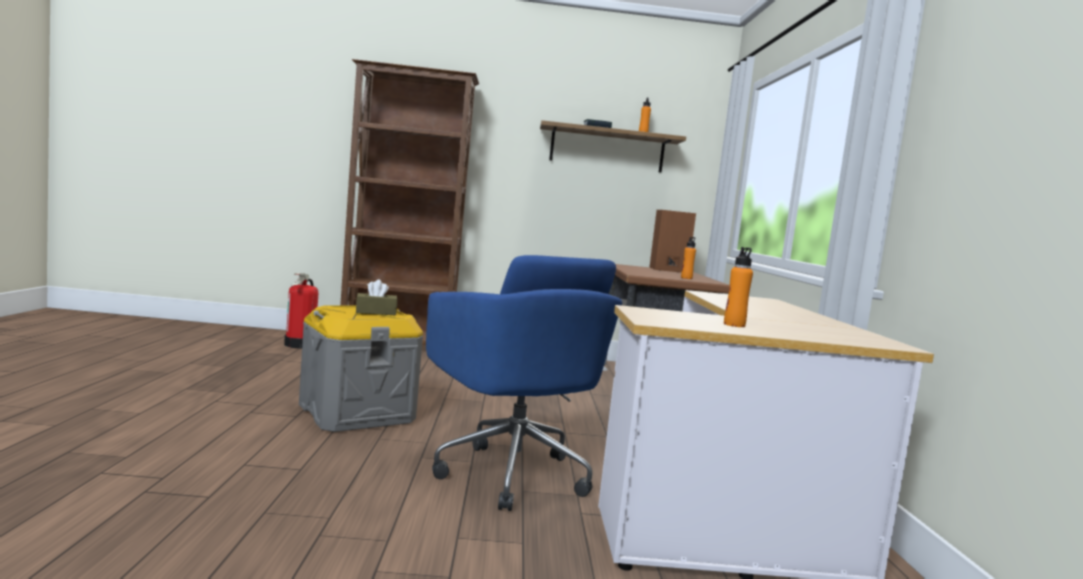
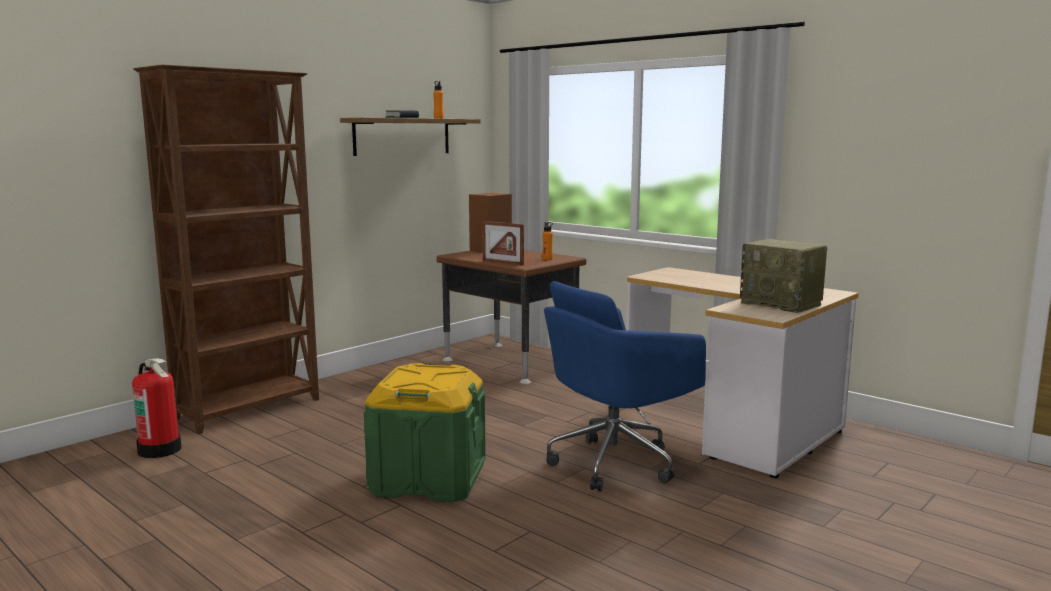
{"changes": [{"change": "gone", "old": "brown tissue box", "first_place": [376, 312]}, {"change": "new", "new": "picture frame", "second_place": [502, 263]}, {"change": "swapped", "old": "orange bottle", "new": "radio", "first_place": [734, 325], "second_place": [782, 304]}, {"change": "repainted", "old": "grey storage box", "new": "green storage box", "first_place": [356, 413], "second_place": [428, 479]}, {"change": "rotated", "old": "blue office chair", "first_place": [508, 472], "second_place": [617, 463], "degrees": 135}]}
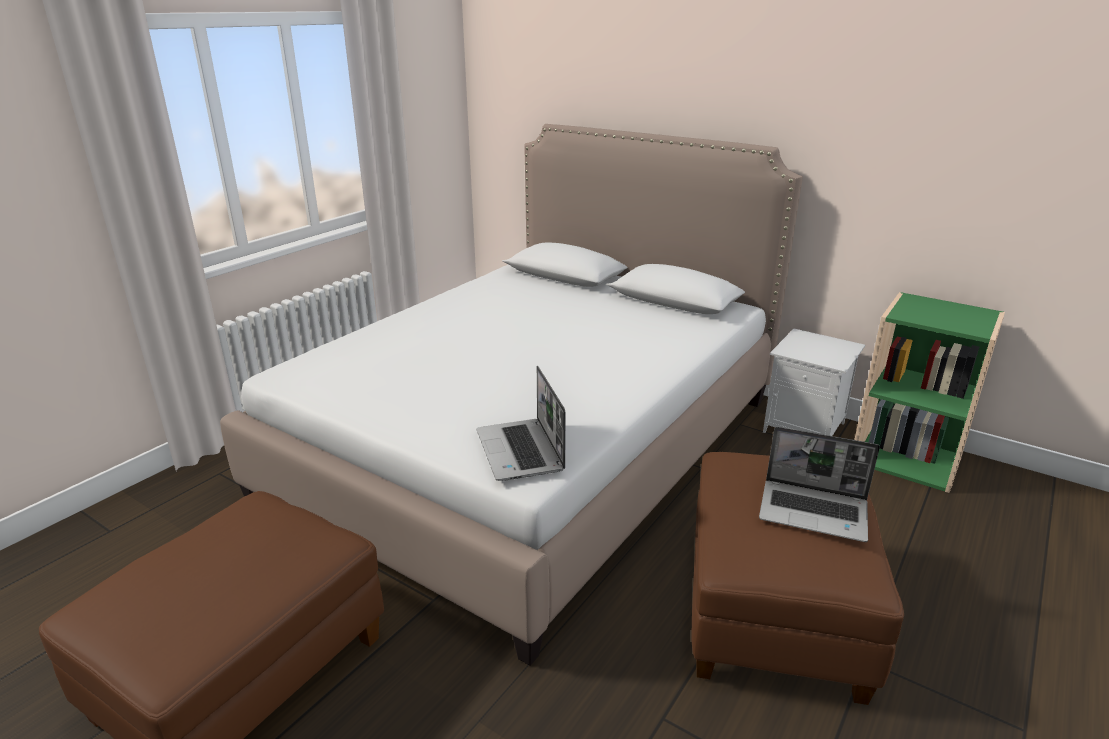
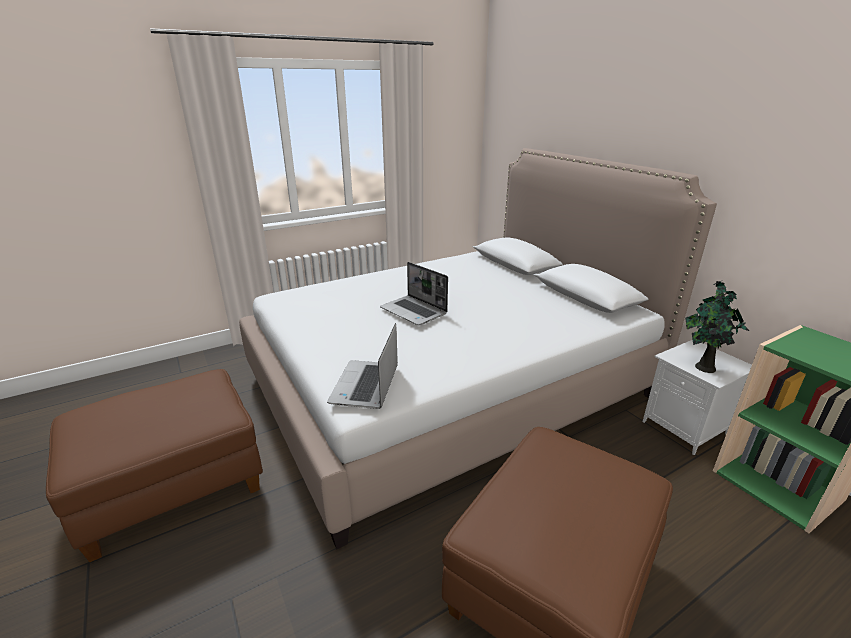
{"changes": [{"change": "new", "new": "potted plant", "second_place": [703, 367]}, {"change": "shifted", "old": "laptop", "first_place": [814, 512], "second_place": [414, 311]}]}
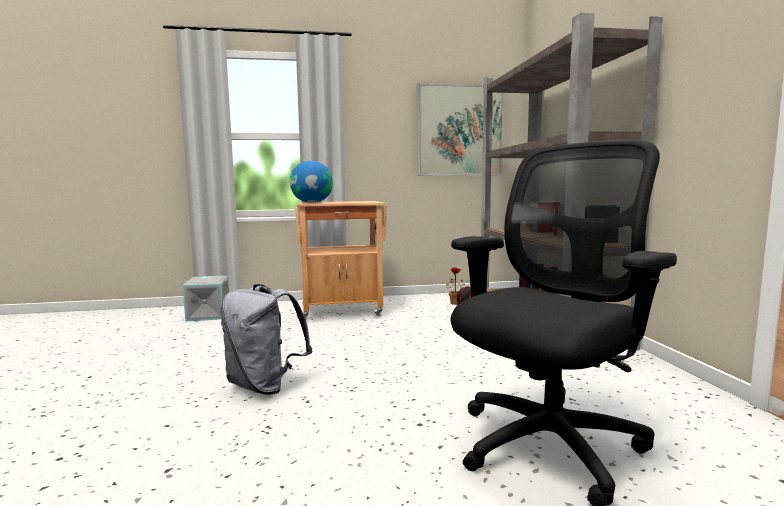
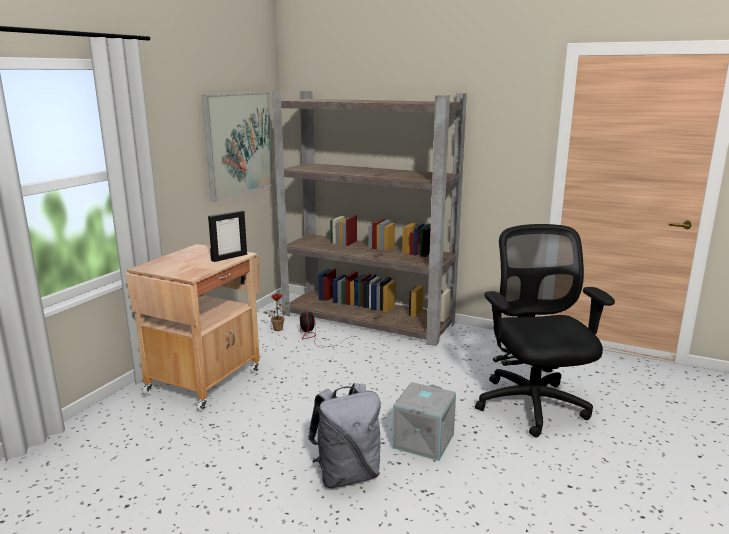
{"changes": [{"change": "gone", "old": "globe", "first_place": [312, 202]}, {"change": "new", "new": "picture frame", "second_place": [229, 257]}, {"change": "shifted", "old": "grey storage box", "first_place": [209, 315], "second_place": [422, 440]}]}
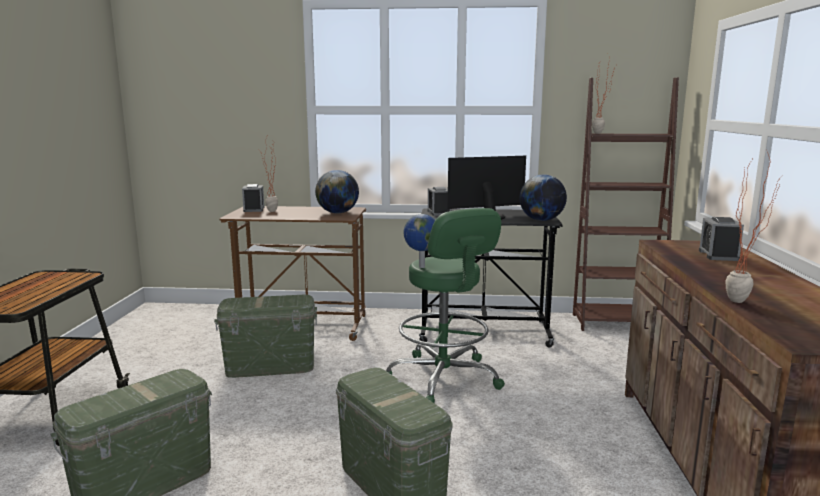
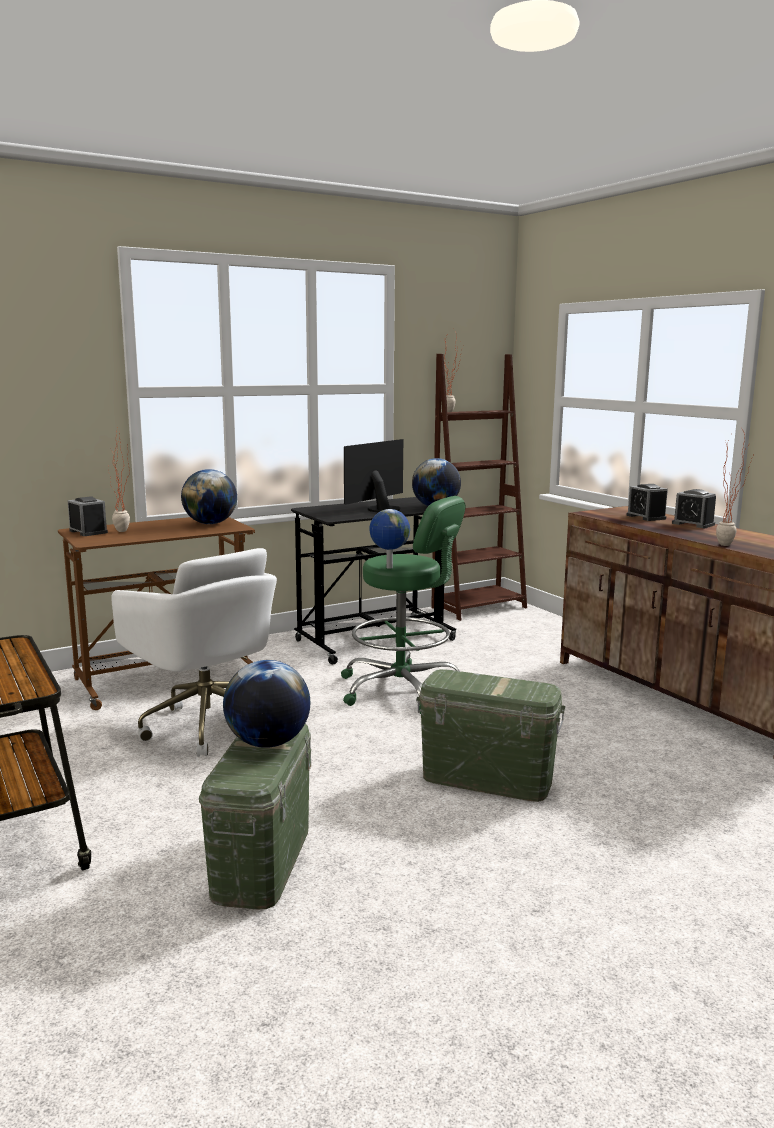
{"changes": [{"change": "new", "new": "globe", "second_place": [268, 743]}, {"change": "shifted", "old": "alarm clock", "first_place": [439, 213], "second_place": [693, 524]}, {"change": "swapped", "old": "green storage box", "new": "white office chair", "first_place": [270, 367], "second_place": [203, 726]}]}
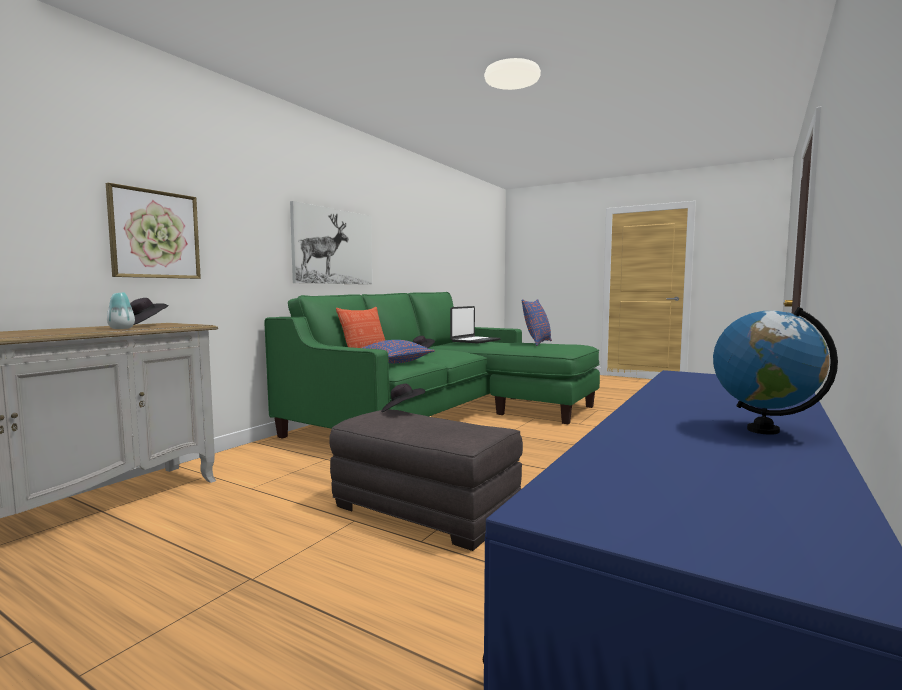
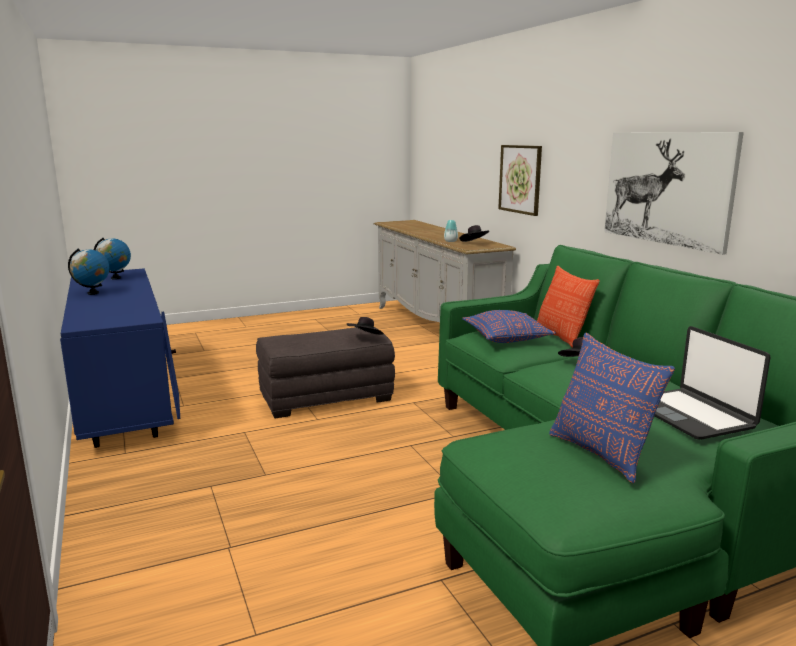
{"changes": [{"change": "new", "new": "globe", "second_place": [116, 278]}]}
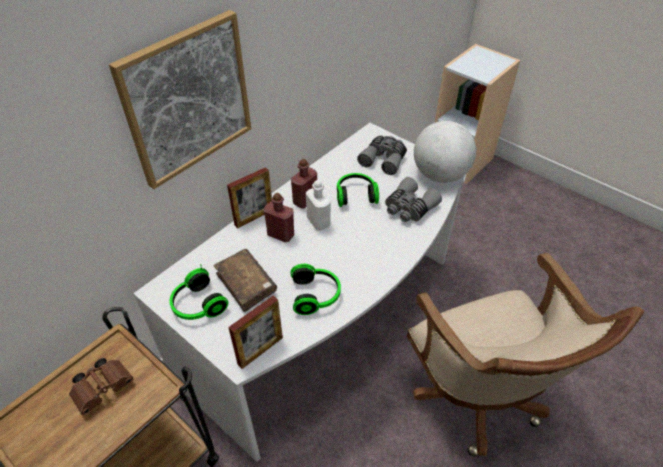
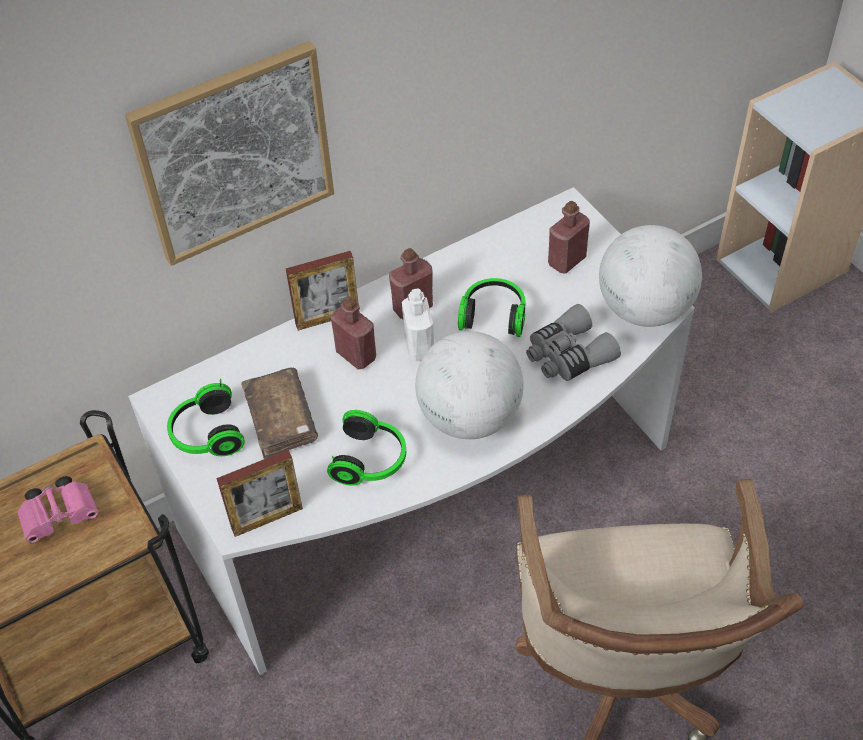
{"changes": [{"change": "new", "new": "globe", "second_place": [469, 417]}, {"change": "swapped", "old": "grey binoculars", "new": "red bottle", "first_place": [384, 159], "second_place": [567, 261]}, {"change": "repainted", "old": "brown binoculars", "new": "pink binoculars", "first_place": [104, 388], "second_place": [62, 515]}]}
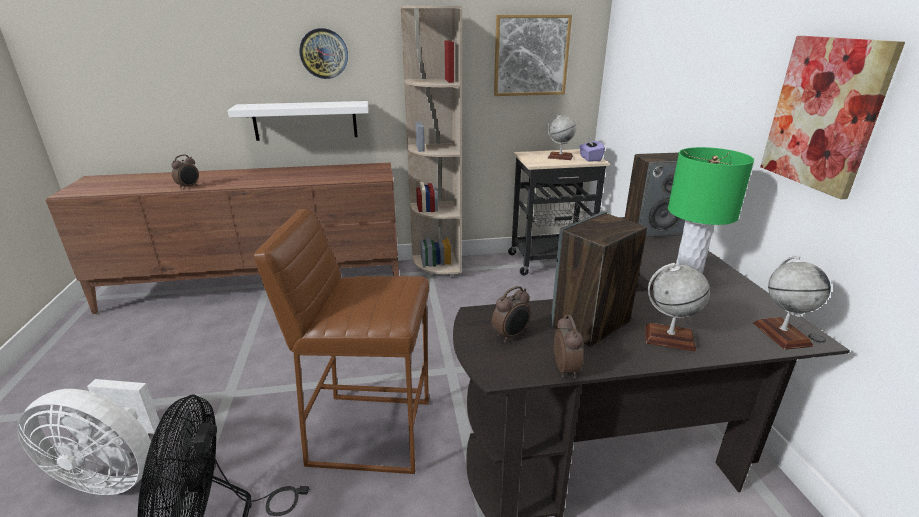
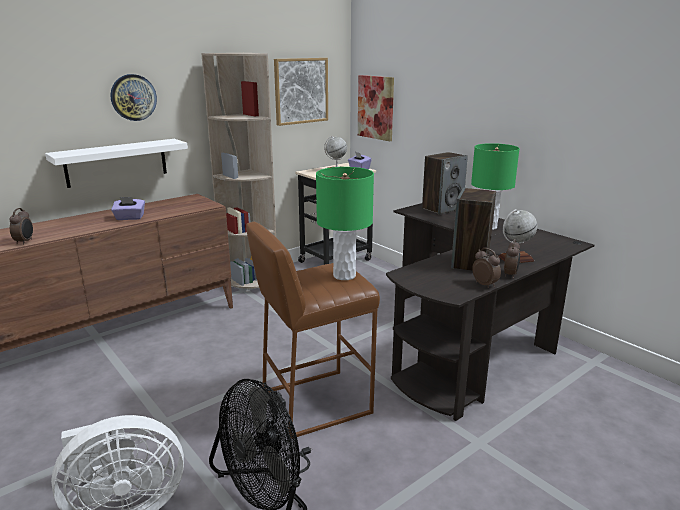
{"changes": [{"change": "gone", "old": "globe", "first_place": [781, 334]}, {"change": "new", "new": "purple tissue box", "second_place": [130, 218]}, {"change": "new", "new": "green table lamp", "second_place": [345, 276]}, {"change": "shifted", "old": "alarm clock", "first_place": [511, 335], "second_place": [510, 275]}, {"change": "shifted", "old": "picture", "first_place": [824, 114], "second_place": [376, 107]}]}
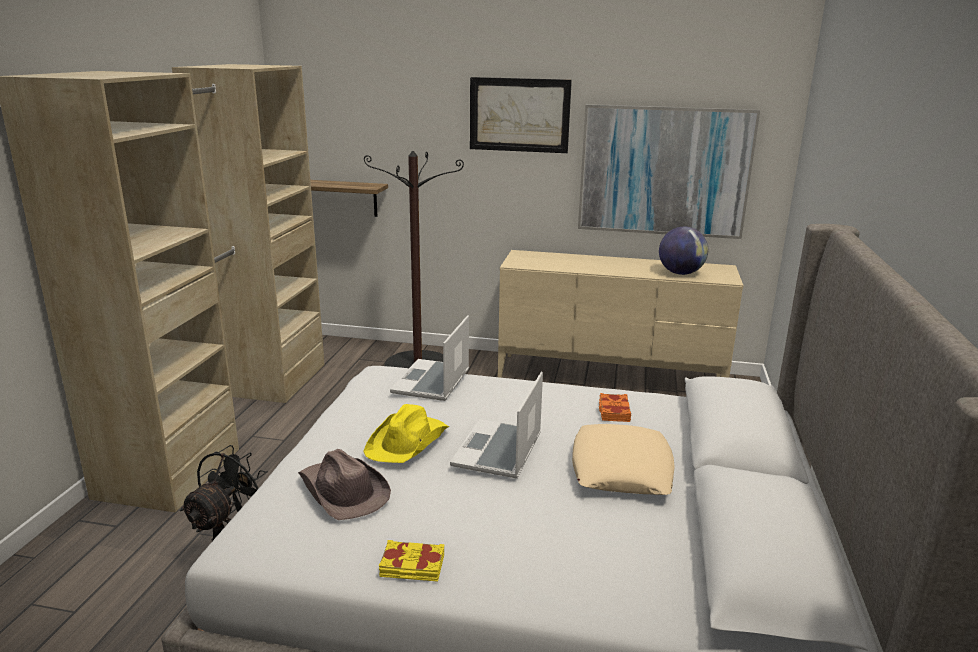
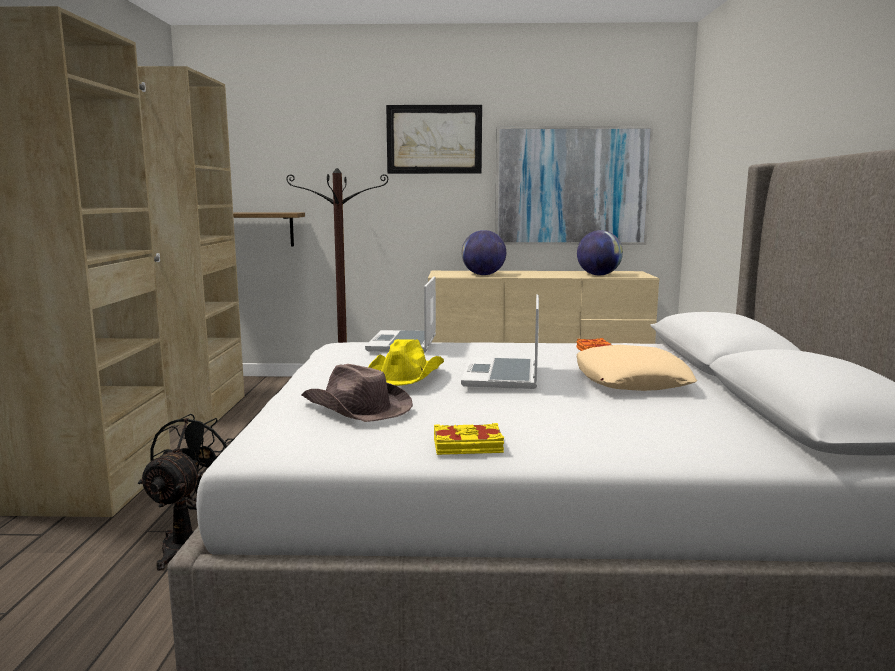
{"changes": [{"change": "new", "new": "globe", "second_place": [483, 275]}]}
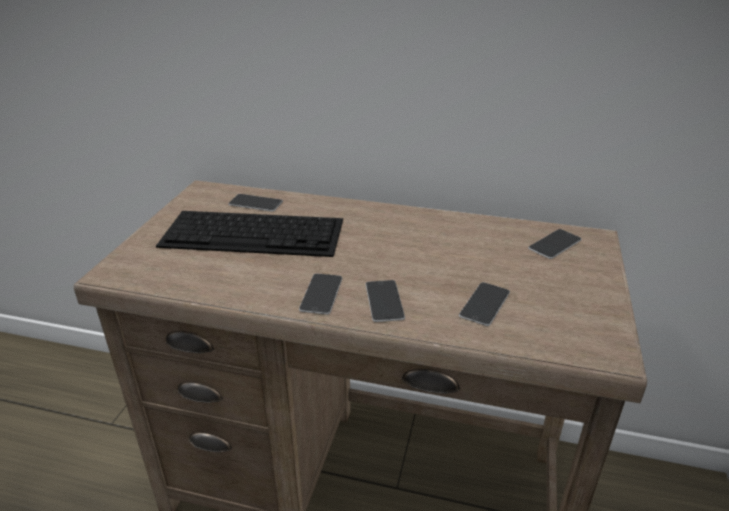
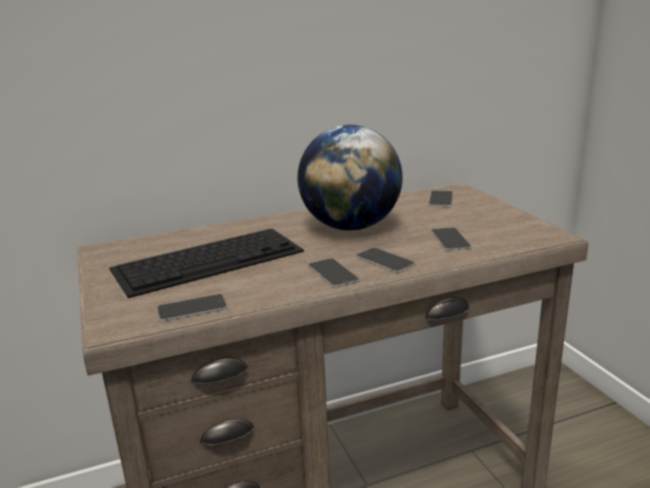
{"changes": [{"change": "new", "new": "globe", "second_place": [351, 227]}, {"change": "shifted", "old": "phone", "first_place": [255, 203], "second_place": [192, 308]}]}
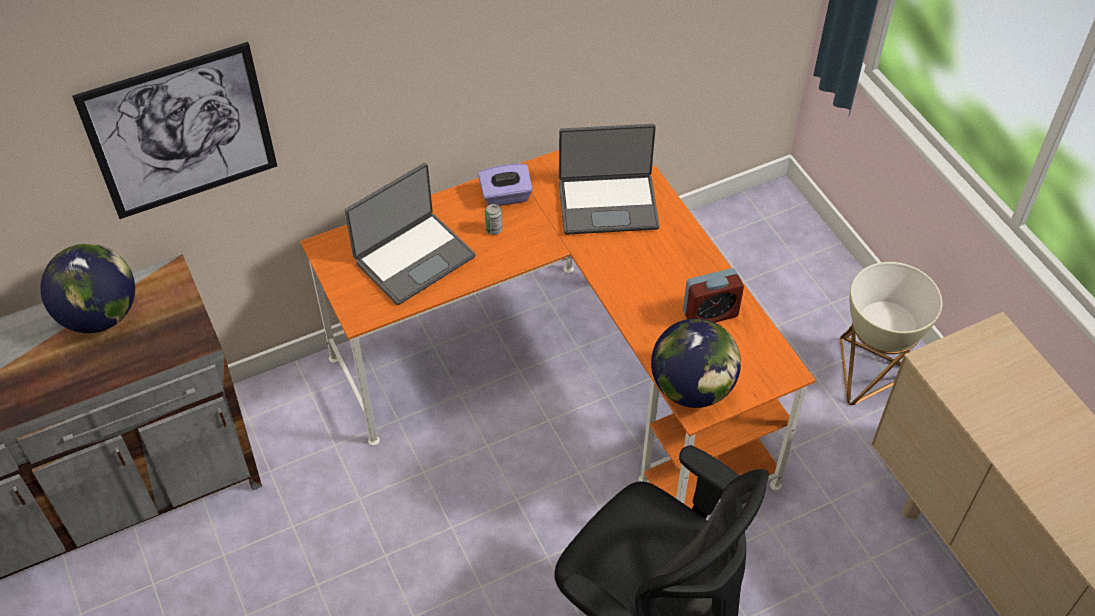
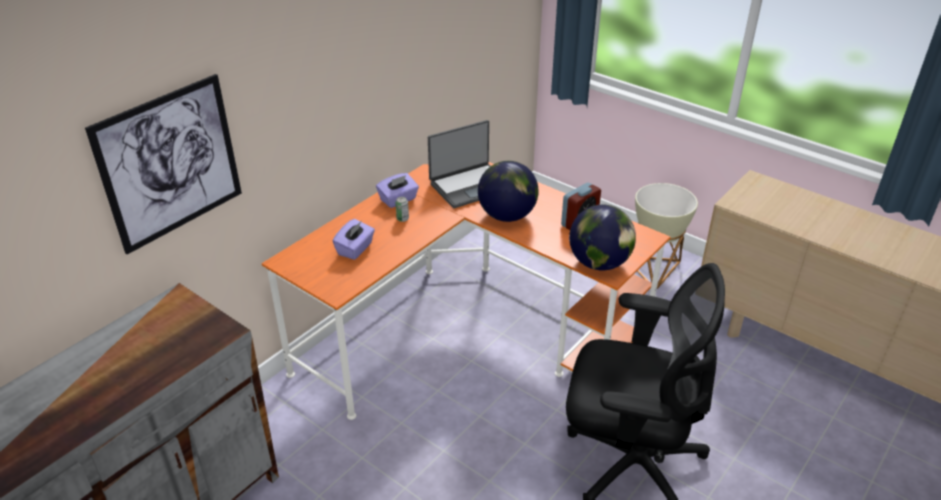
{"changes": [{"change": "shifted", "old": "globe", "first_place": [100, 315], "second_place": [507, 216]}, {"change": "swapped", "old": "laptop", "new": "purple tissue box", "first_place": [413, 258], "second_place": [355, 249]}]}
